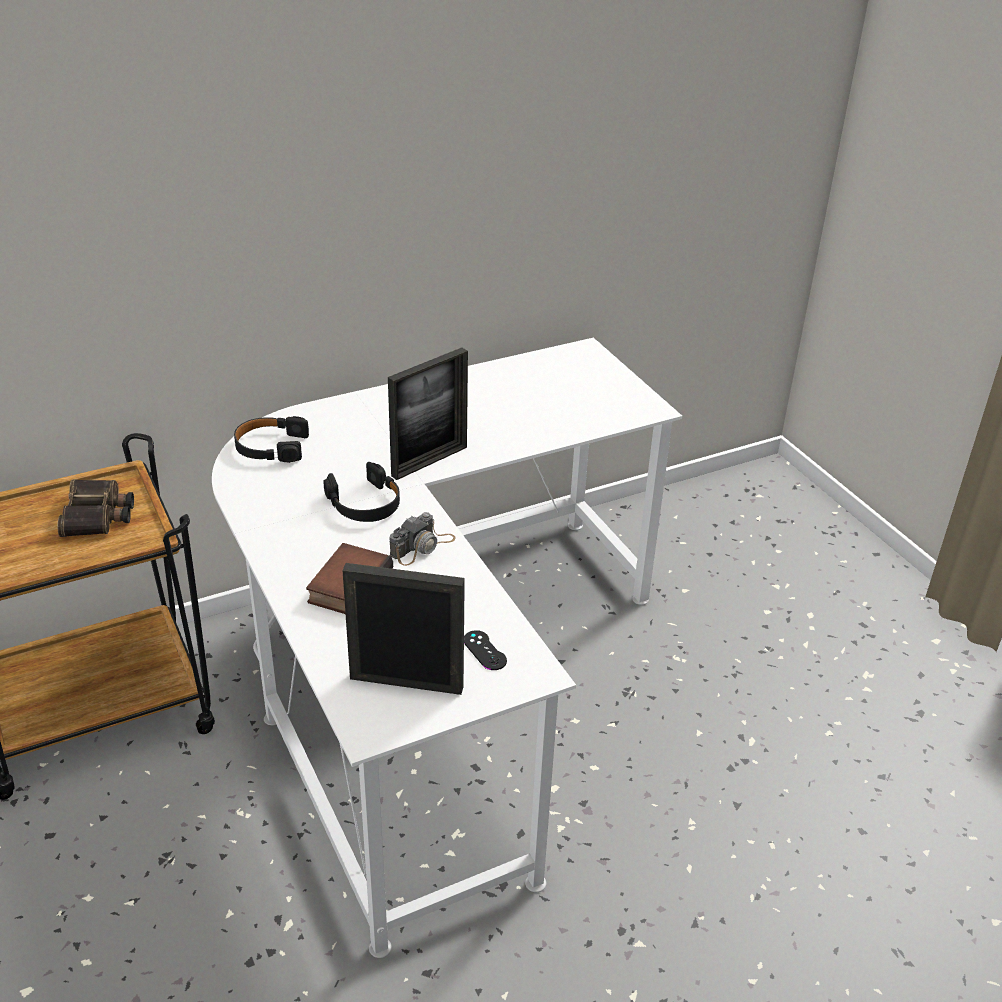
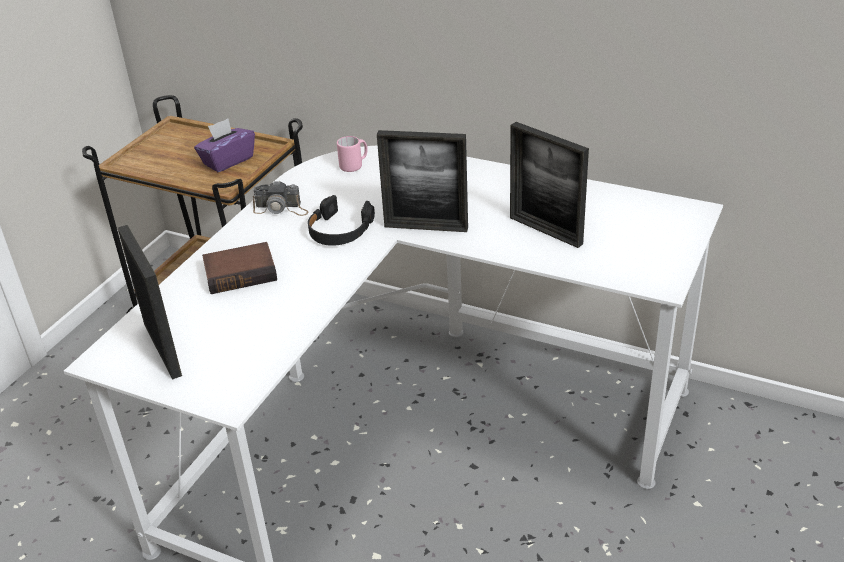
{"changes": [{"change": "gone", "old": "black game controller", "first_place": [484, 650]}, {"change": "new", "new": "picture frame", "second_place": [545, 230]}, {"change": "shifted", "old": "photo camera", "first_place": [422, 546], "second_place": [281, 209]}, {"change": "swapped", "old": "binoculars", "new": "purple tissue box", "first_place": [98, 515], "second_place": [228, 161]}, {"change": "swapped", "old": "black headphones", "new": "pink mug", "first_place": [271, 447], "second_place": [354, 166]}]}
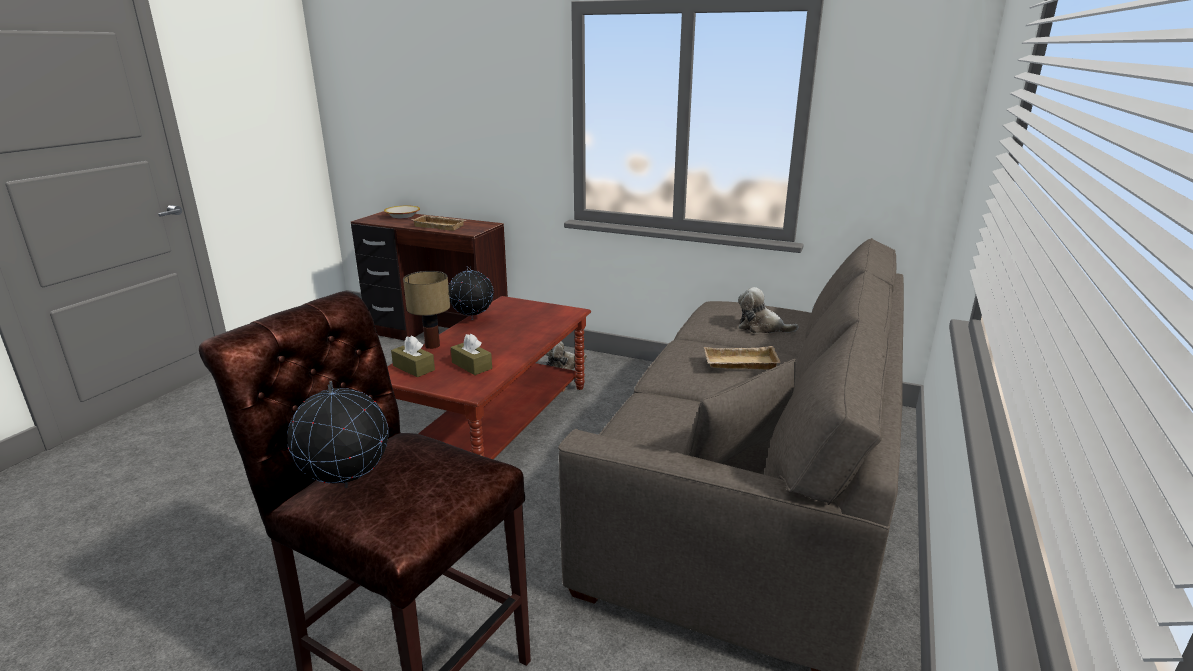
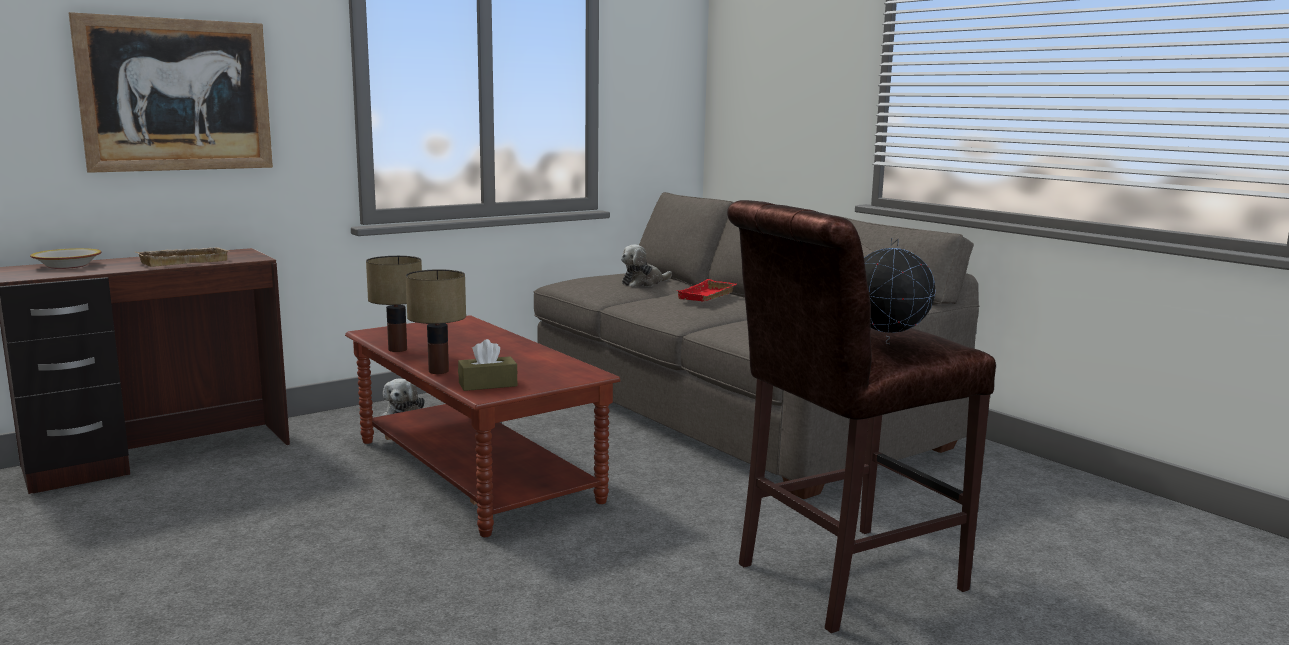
{"changes": [{"change": "gone", "old": "brown tissue box", "first_place": [472, 365]}, {"change": "new", "new": "picture", "second_place": [177, 95]}, {"change": "swapped", "old": "globe", "new": "table lamp", "first_place": [473, 320], "second_place": [397, 349]}, {"change": "repainted", "old": "beige tray", "new": "red tray", "first_place": [739, 364], "second_place": [708, 296]}]}
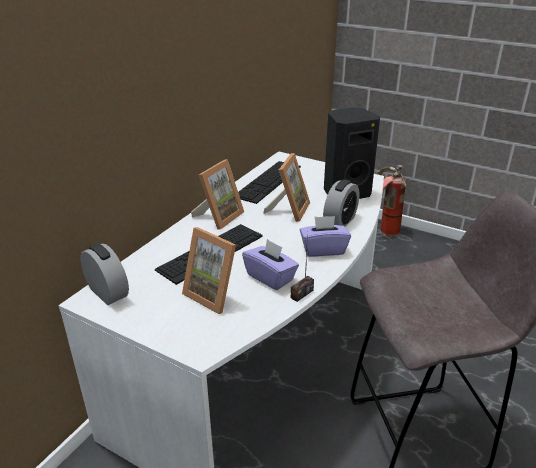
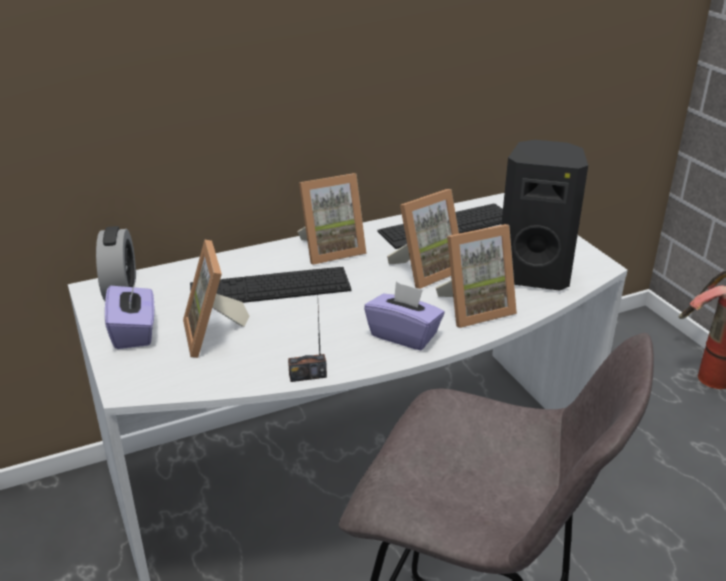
{"changes": [{"change": "shifted", "old": "purple tissue box", "first_place": [270, 277], "second_place": [134, 332]}, {"change": "swapped", "old": "alarm clock", "new": "picture frame", "first_place": [340, 221], "second_place": [474, 308]}]}
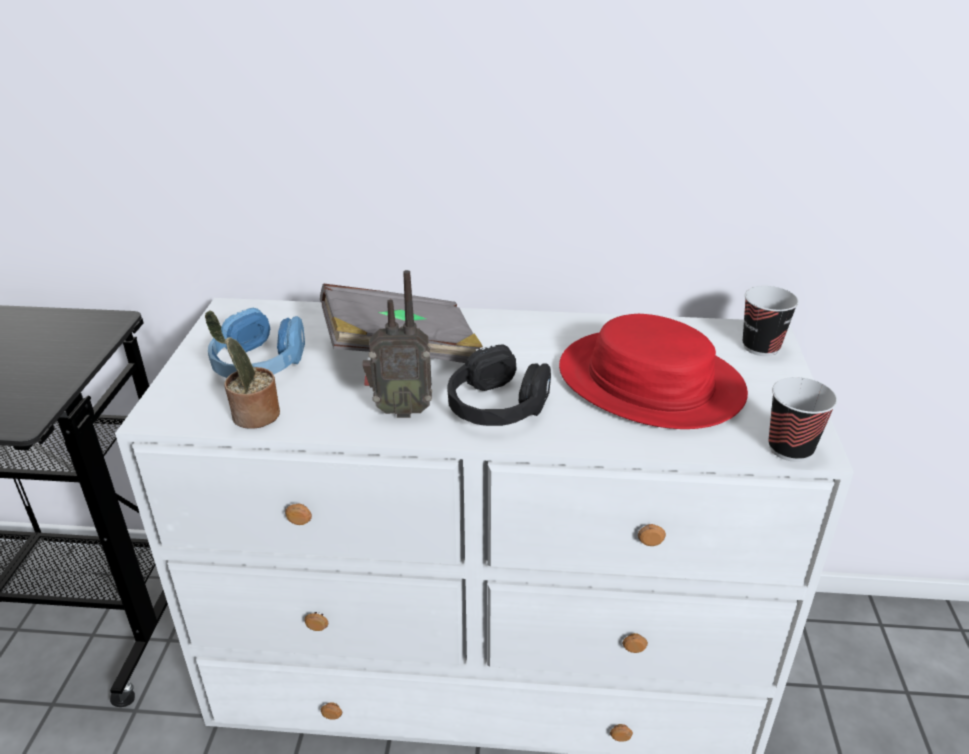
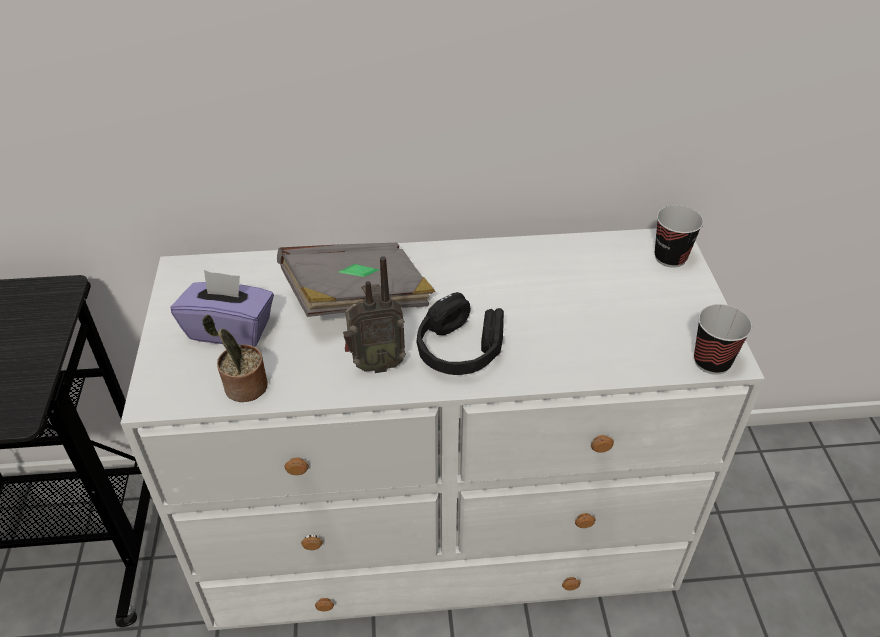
{"changes": [{"change": "gone", "old": "red hat", "first_place": [649, 382]}, {"change": "swapped", "old": "blue headphones", "new": "purple tissue box", "first_place": [259, 364], "second_place": [230, 329]}]}
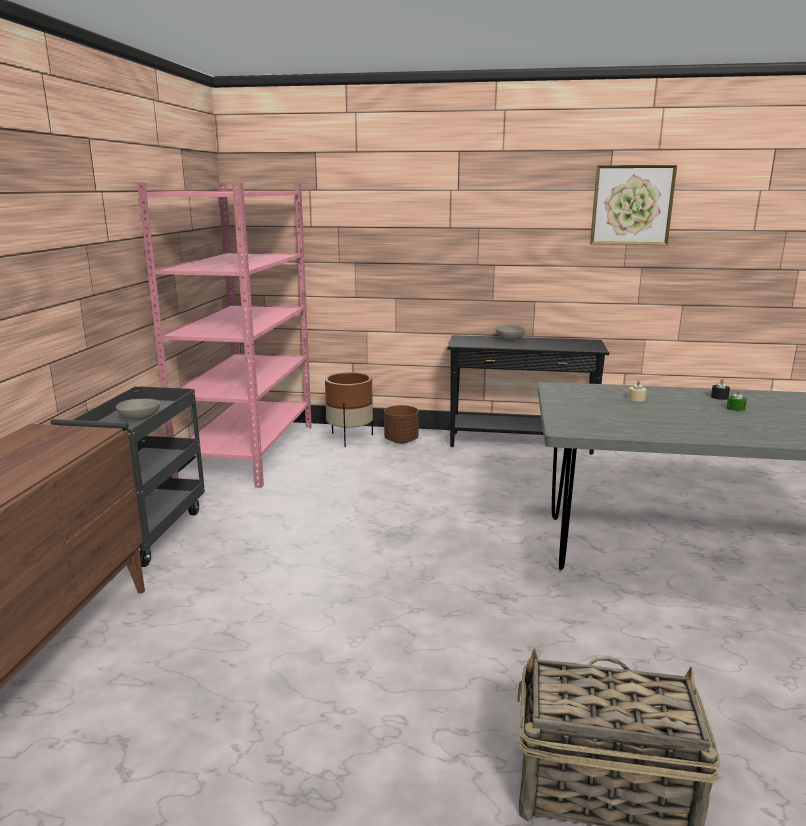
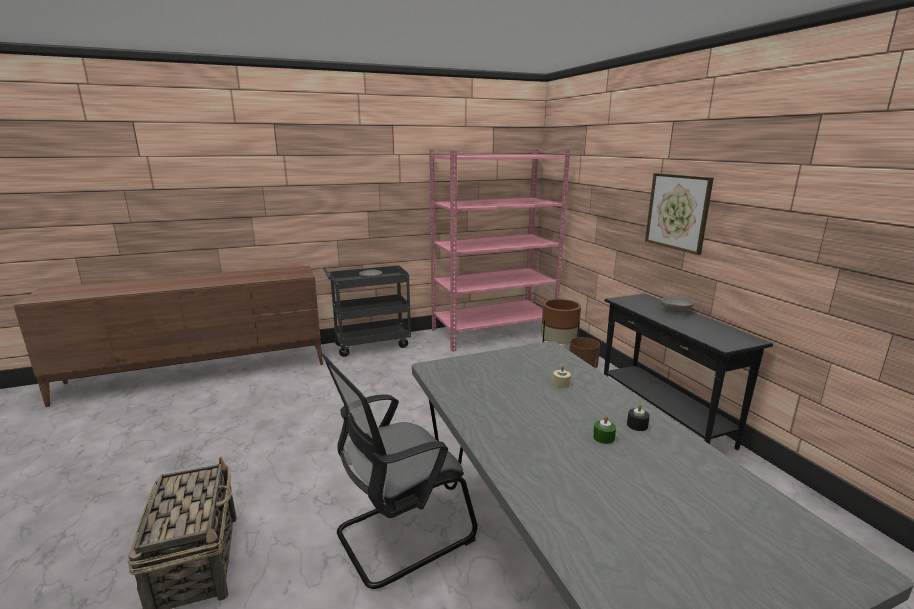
{"changes": [{"change": "new", "new": "chair", "second_place": [400, 535]}, {"change": "shifted", "old": "picture", "first_place": [631, 205], "second_place": [678, 212]}]}
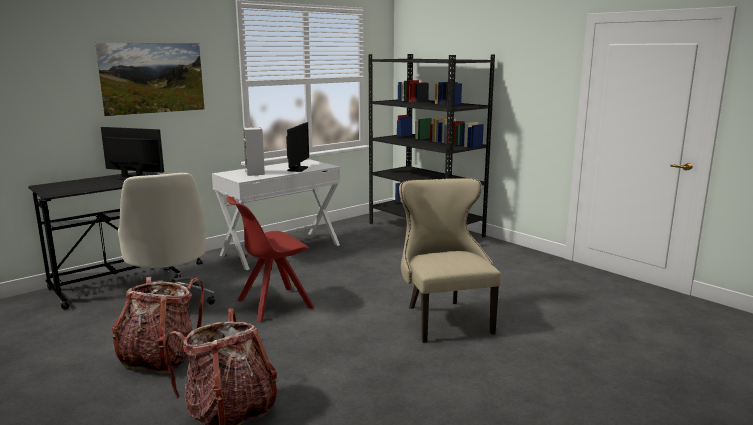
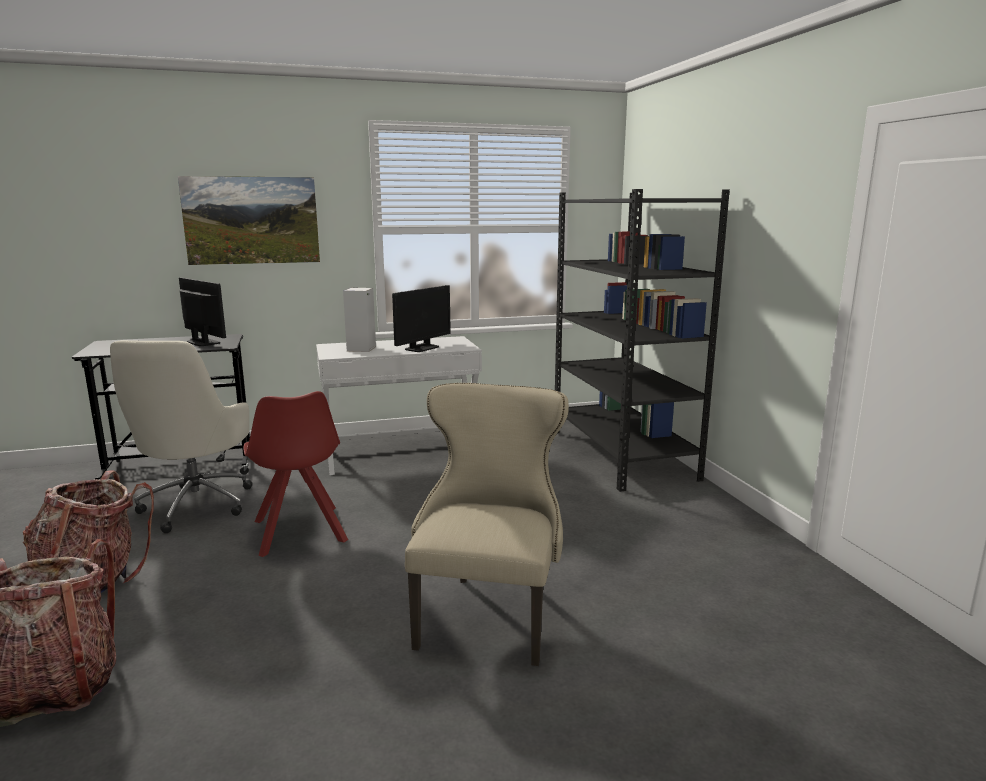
{"changes": [{"change": "rotated", "old": "red chair", "first_place": [273, 304], "second_place": [299, 532], "degrees": -105}]}
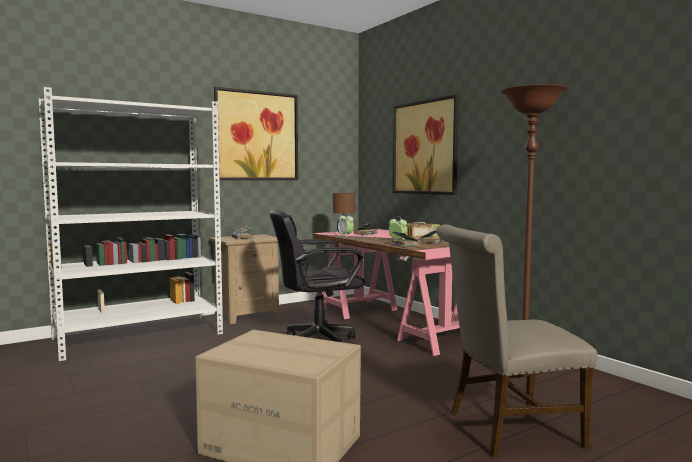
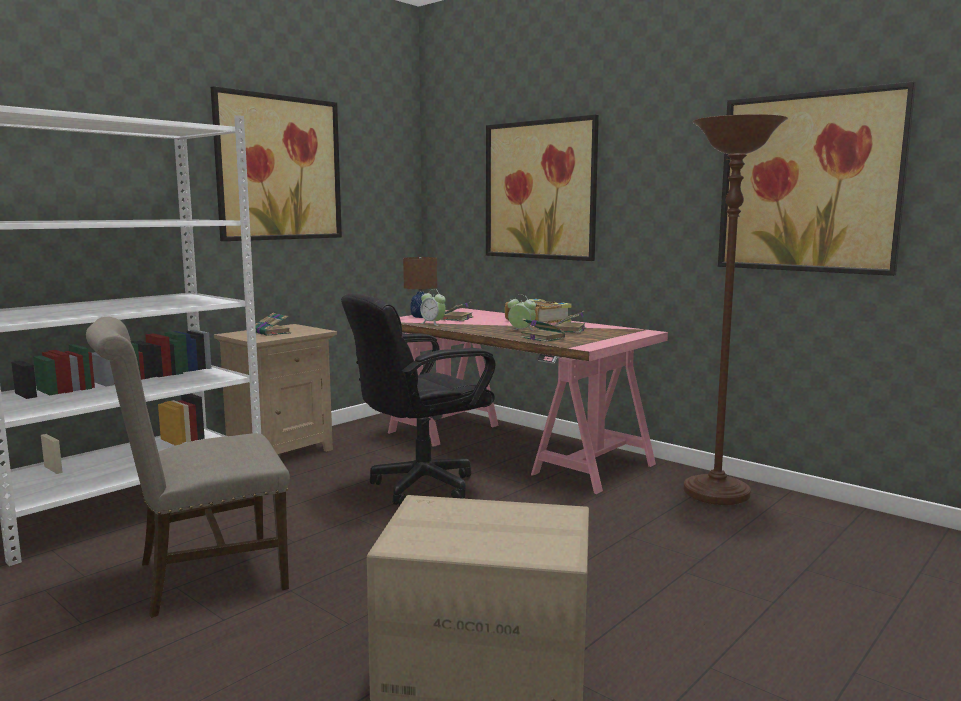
{"changes": [{"change": "new", "new": "picture", "second_place": [809, 183]}, {"change": "shifted", "old": "beige chair", "first_place": [506, 429], "second_place": [201, 577]}]}
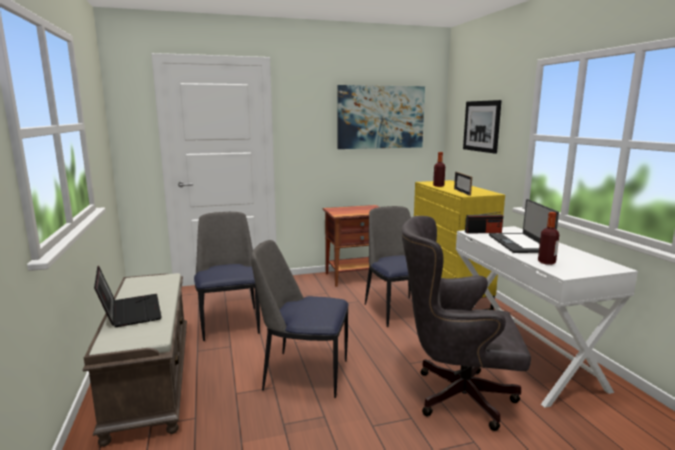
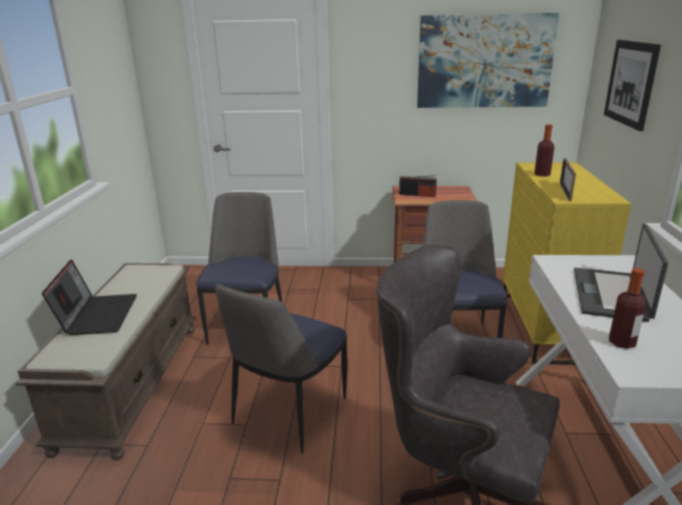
{"changes": [{"change": "shifted", "old": "radio", "first_place": [483, 232], "second_place": [417, 195]}, {"change": "rotated", "old": "chair", "first_place": [303, 374], "second_place": [288, 413], "degrees": -90}]}
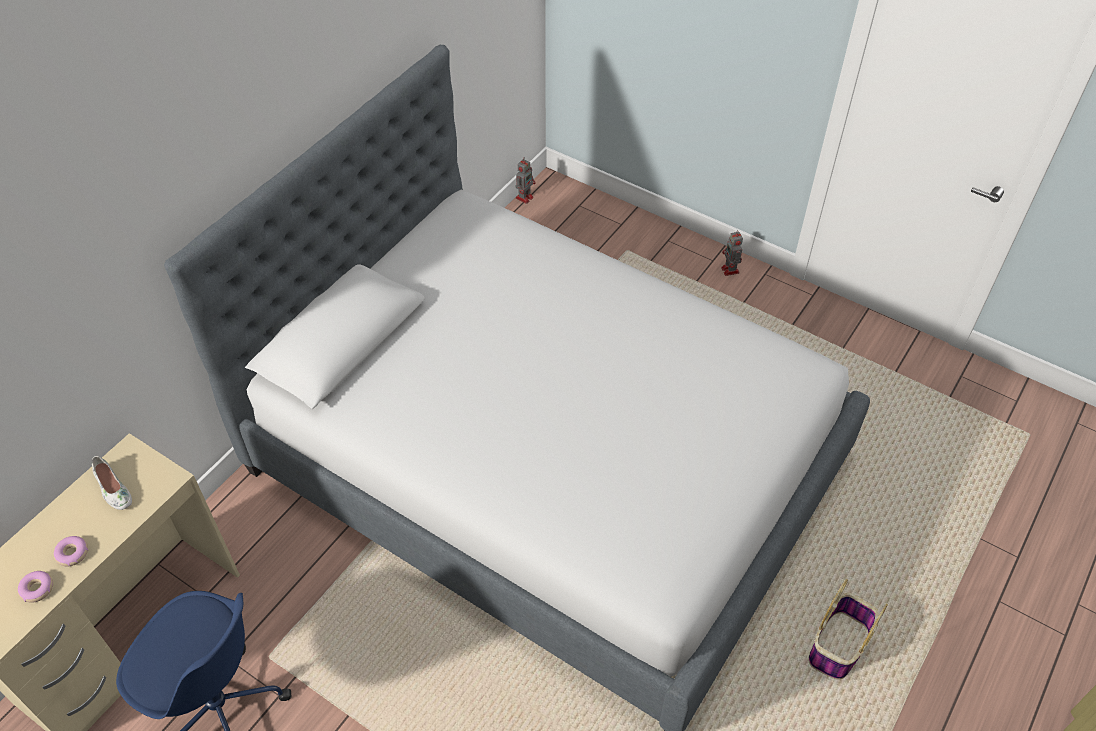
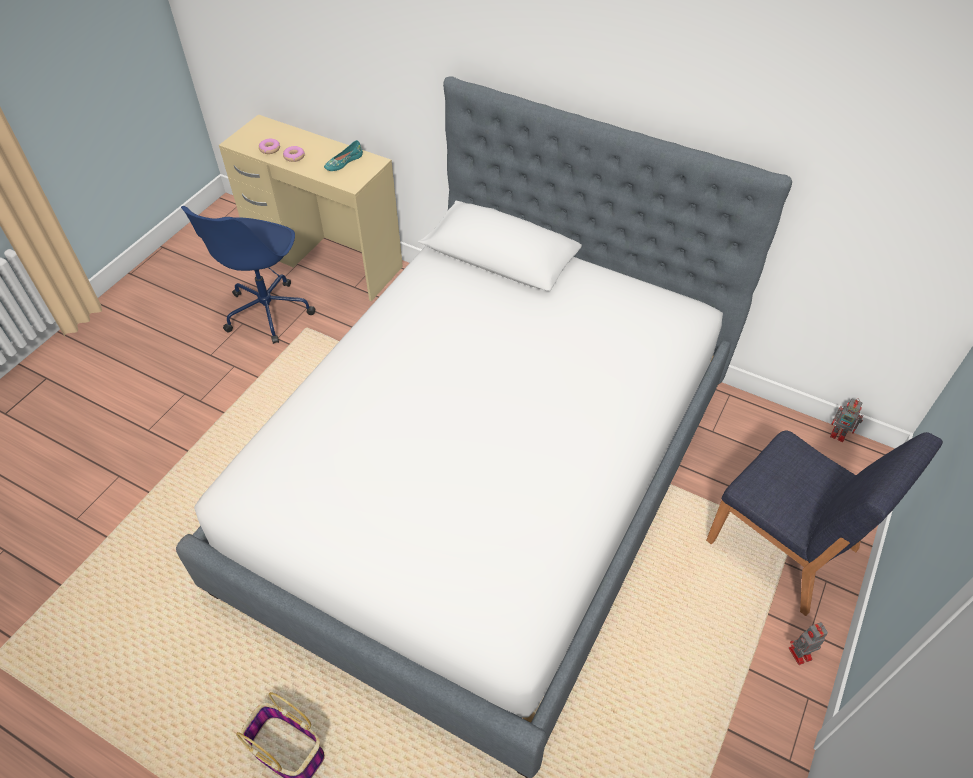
{"changes": [{"change": "new", "new": "blue chair", "second_place": [783, 546]}, {"change": "repainted", "old": "white shoe", "new": "turquoise shoe", "first_place": [113, 489], "second_place": [343, 162]}]}
